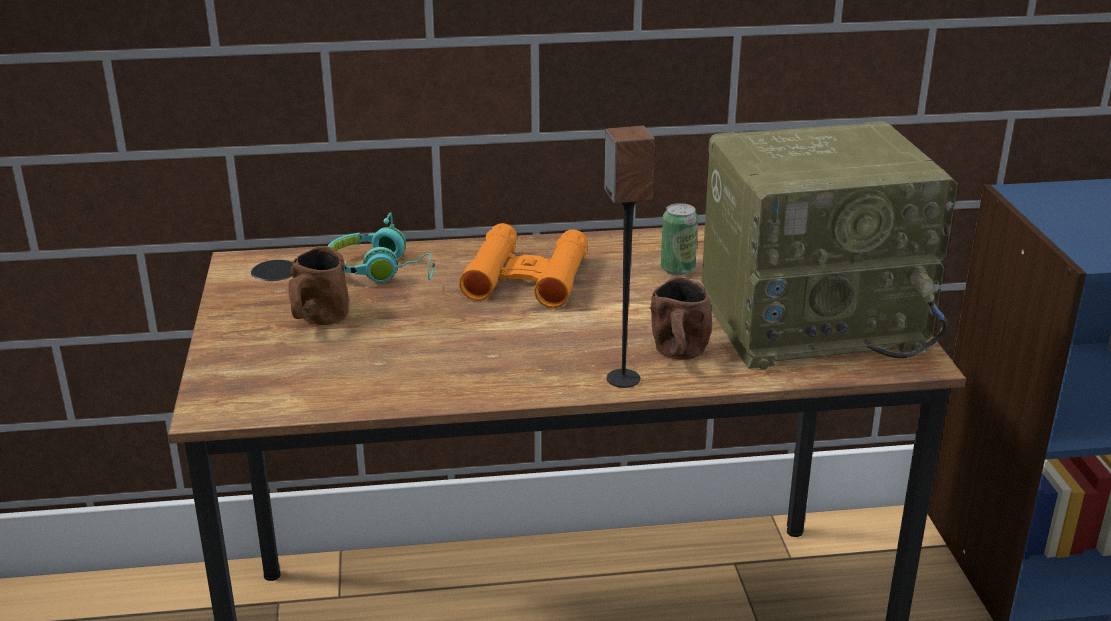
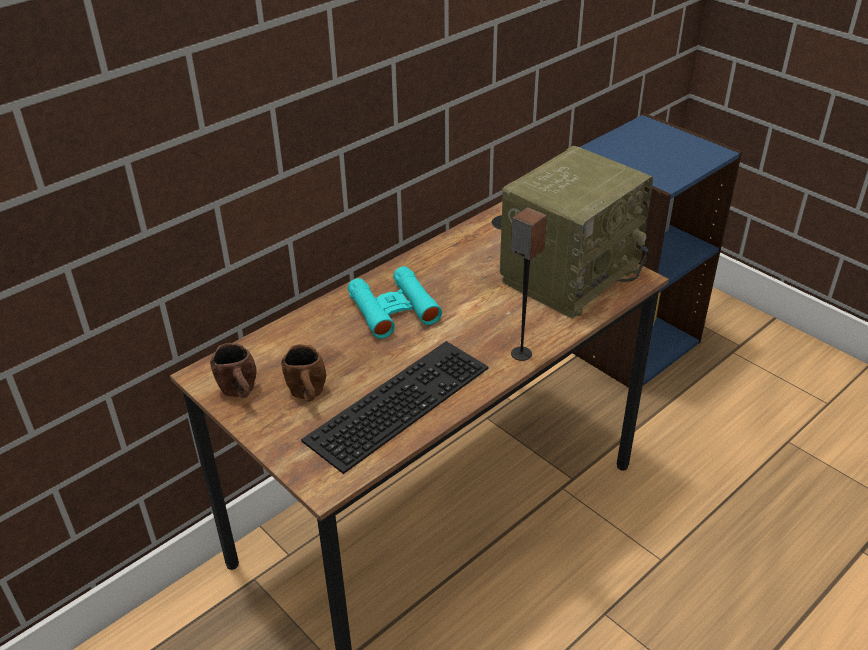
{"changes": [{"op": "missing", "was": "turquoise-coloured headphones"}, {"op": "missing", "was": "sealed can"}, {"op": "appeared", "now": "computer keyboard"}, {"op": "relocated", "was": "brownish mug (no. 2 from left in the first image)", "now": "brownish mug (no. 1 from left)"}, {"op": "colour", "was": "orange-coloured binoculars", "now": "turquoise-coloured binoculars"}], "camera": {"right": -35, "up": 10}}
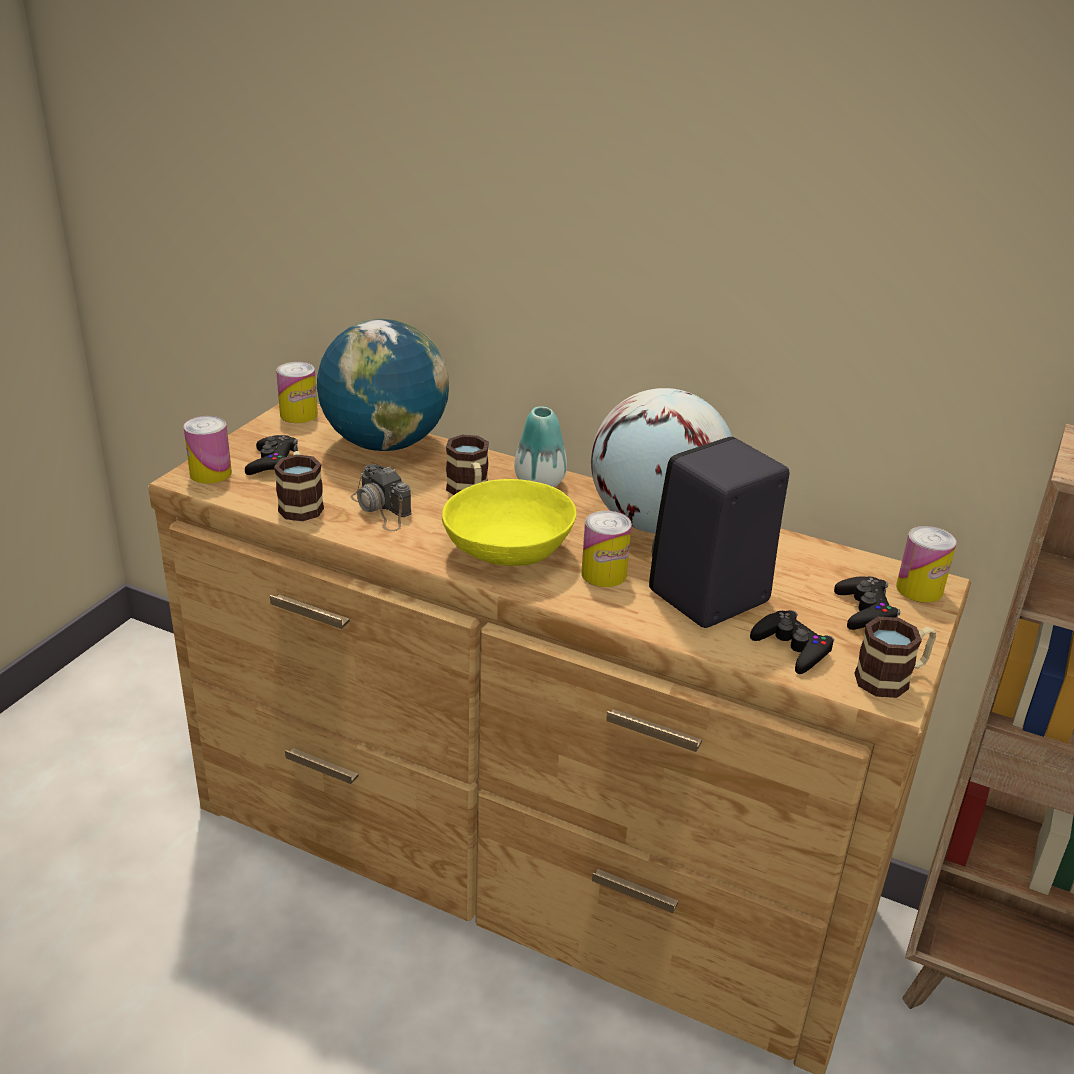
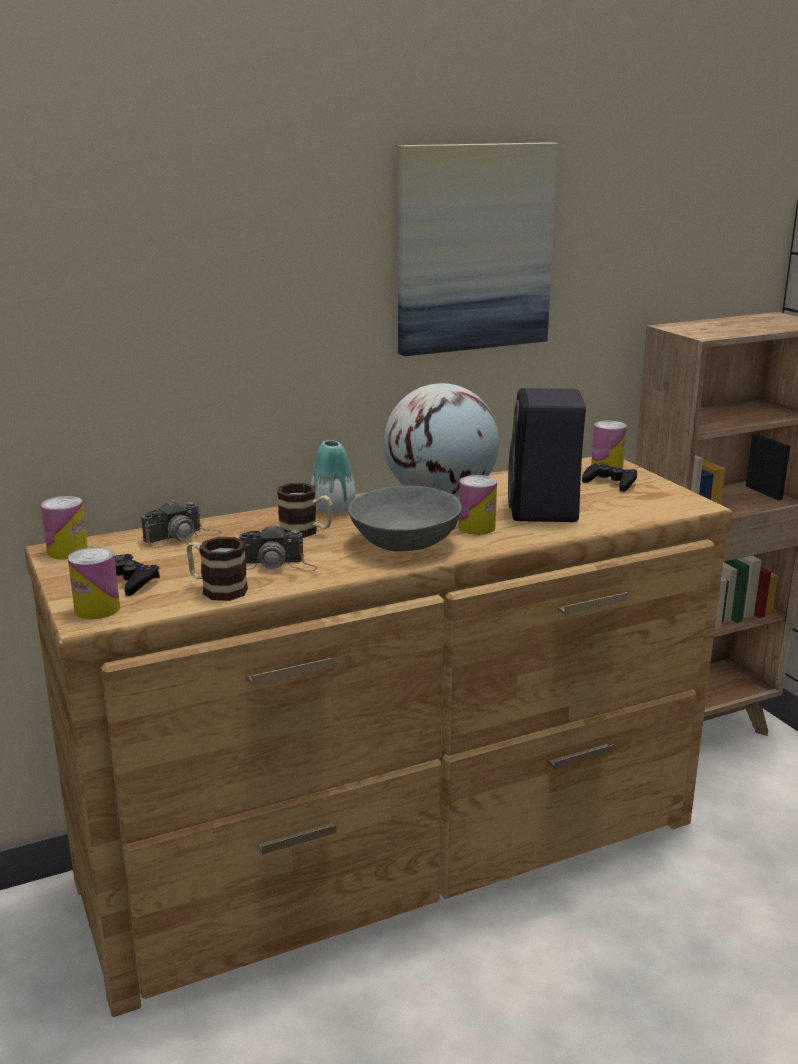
{"changes": [{"op": "missing", "was": "black-coloured gamepad (no. 2 from left)"}, {"op": "missing", "was": "mug (no. 3 from left)"}, {"op": "appeared", "now": "wall art"}, {"op": "exchanged", "was": "desk globe (no. 1 from left)", "now": "still camera (no. 1 from left)"}, {"op": "colour", "was": "yellowish deep dish", "now": "grey deep dish"}], "camera": {"right": -50, "up": -10}}
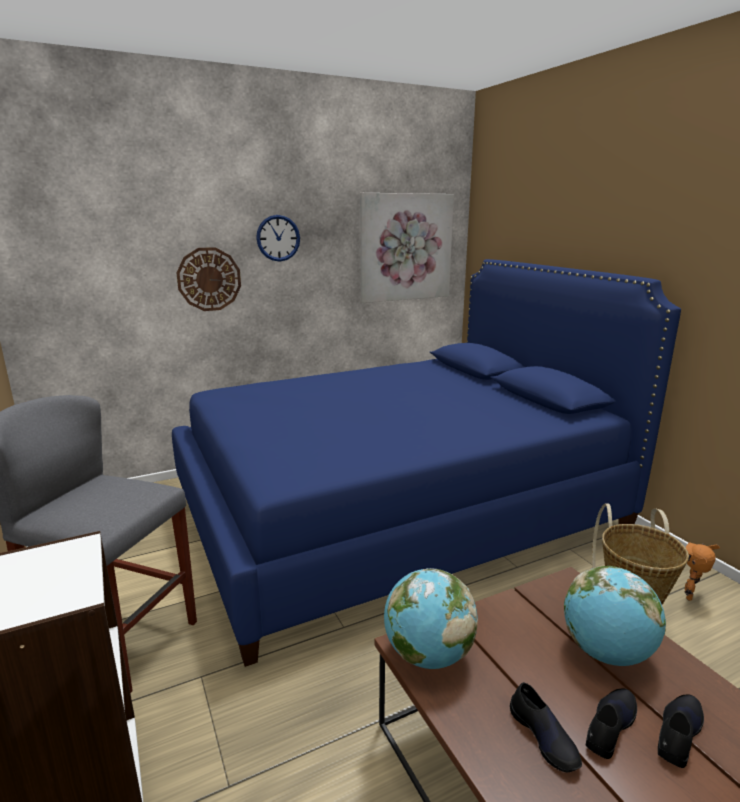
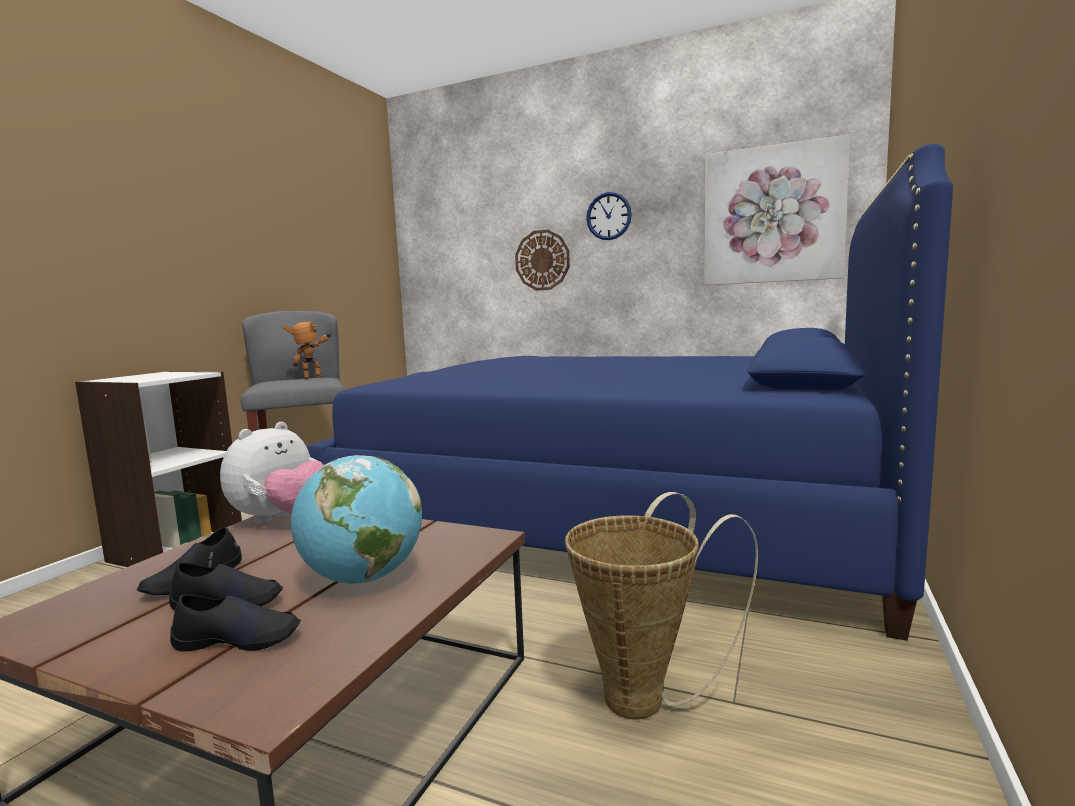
{"changes": [{"op": "relocated", "was": "model robot"}, {"op": "exchanged", "was": "desk globe (no. 1 from left)", "now": "cuddly toy"}], "camera": {"right": 50, "up": -10}}
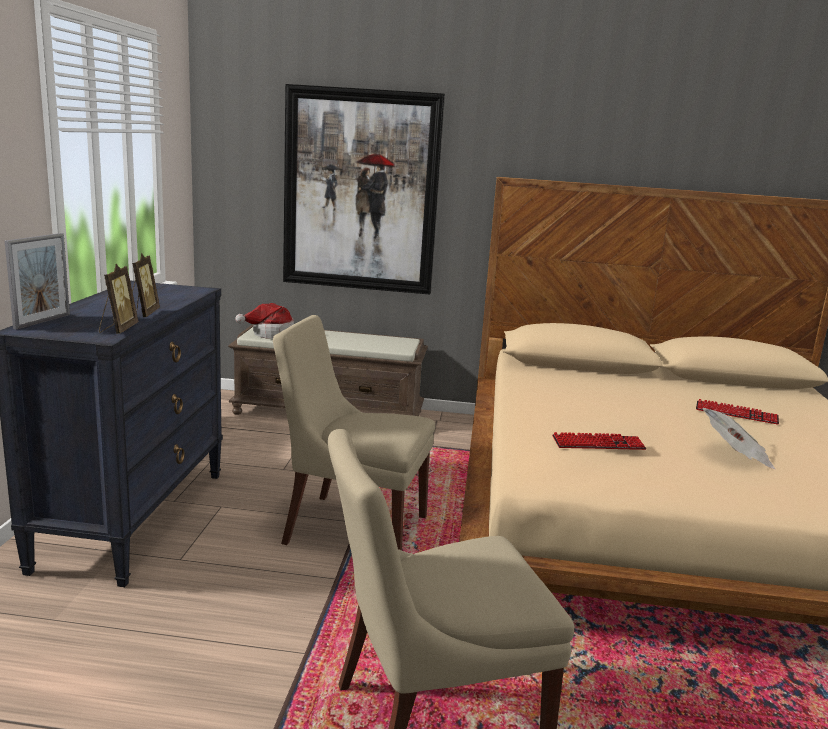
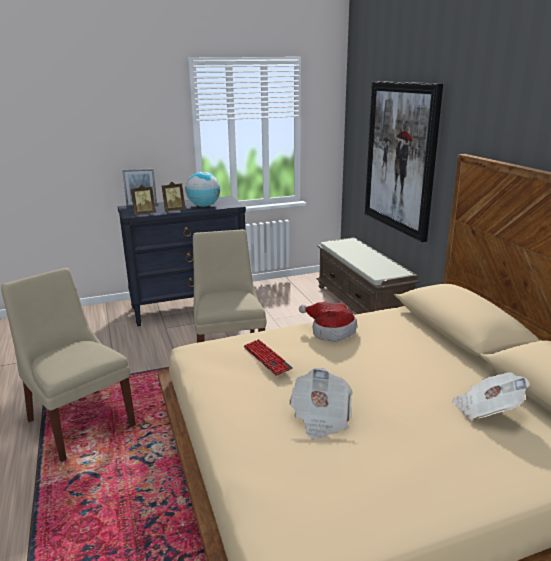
{"changes": [{"op": "missing", "was": "computer keyboard (no. 2 from left)"}, {"op": "appeared", "now": "desk globe"}, {"op": "appeared", "now": "daily paper (no. 2 from left)"}, {"op": "relocated", "was": "wearable hat"}], "camera": {"right": 65, "up": 5}}
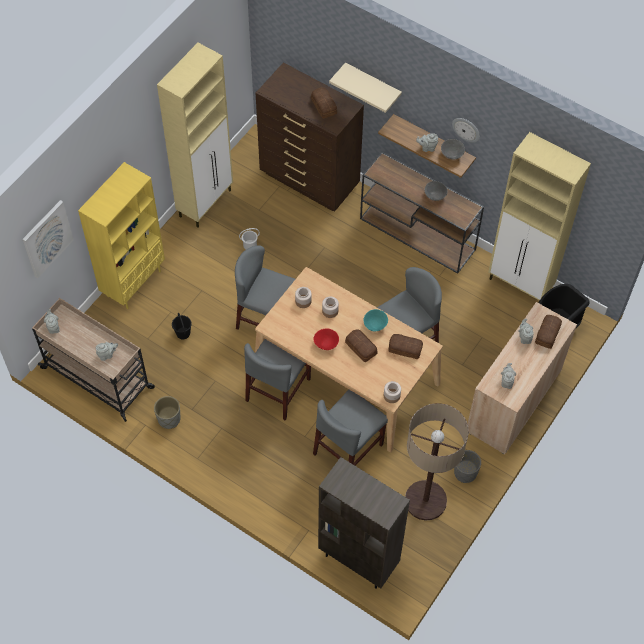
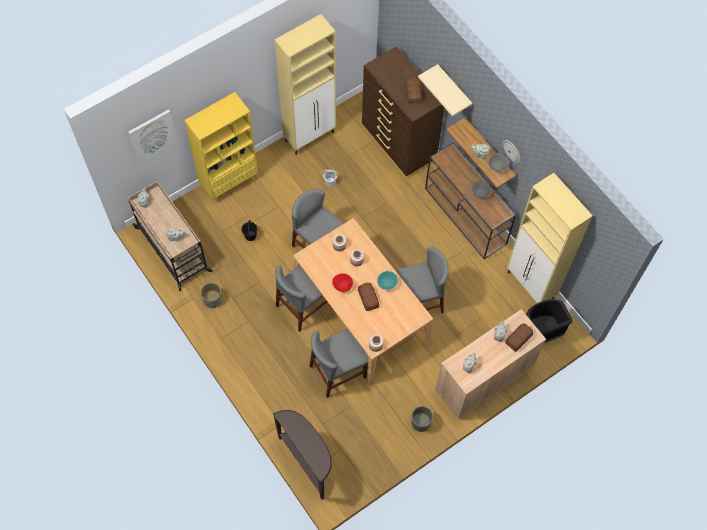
{"changes": [{"op": "missing", "was": "bread (no. 3 from left)"}, {"op": "missing", "was": "standing lamp"}, {"op": "exchanged", "was": "brownish bookshelf", "now": "brownish narrow table (no. 1 from left)"}], "camera": {"right": 20, "up": 5}}
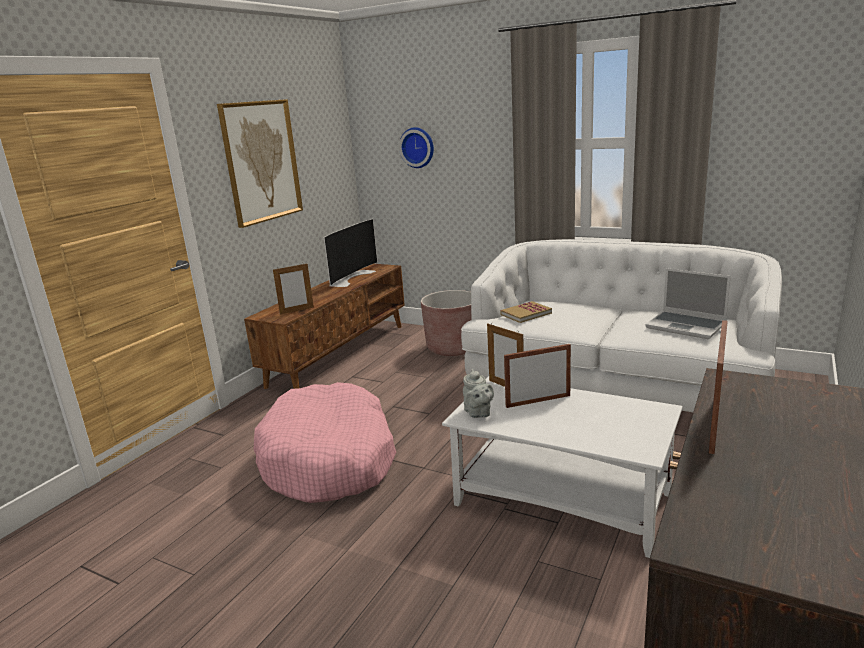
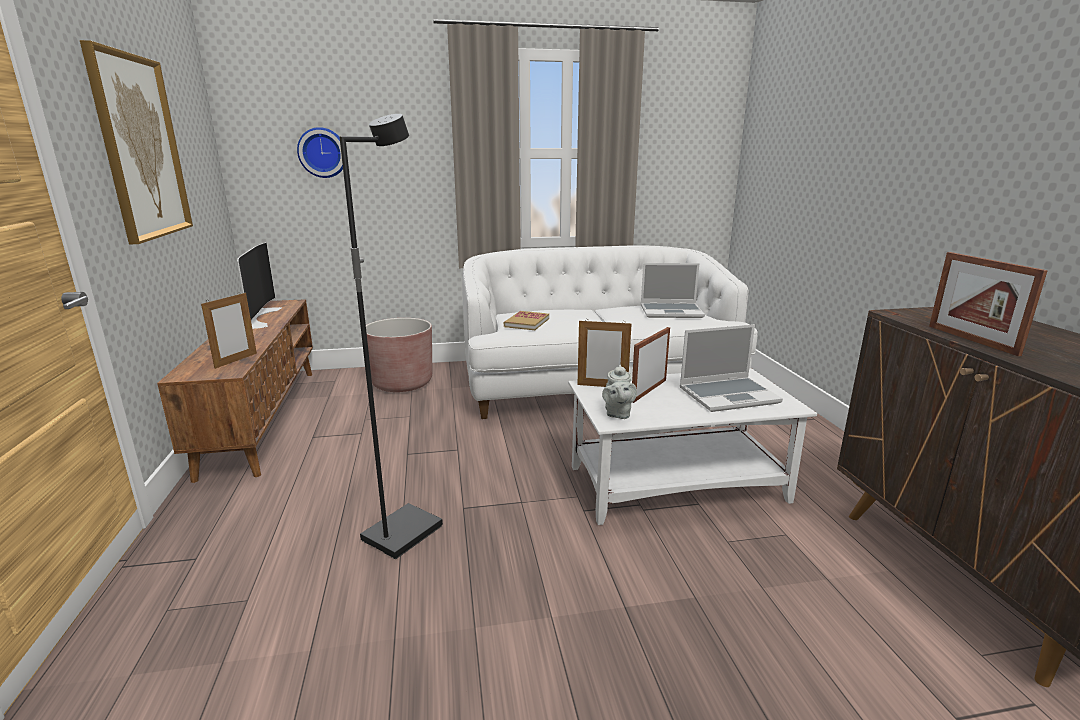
{"changes": [{"op": "appeared", "now": "laptop (no. 2 from left)"}, {"op": "exchanged", "was": "pink-coloured dog bed", "now": "black-coloured standing lamp"}, {"op": "spun", "was": "grey tea pot", "clockwise": 60}], "camera": {"right": -40, "up": 0}}
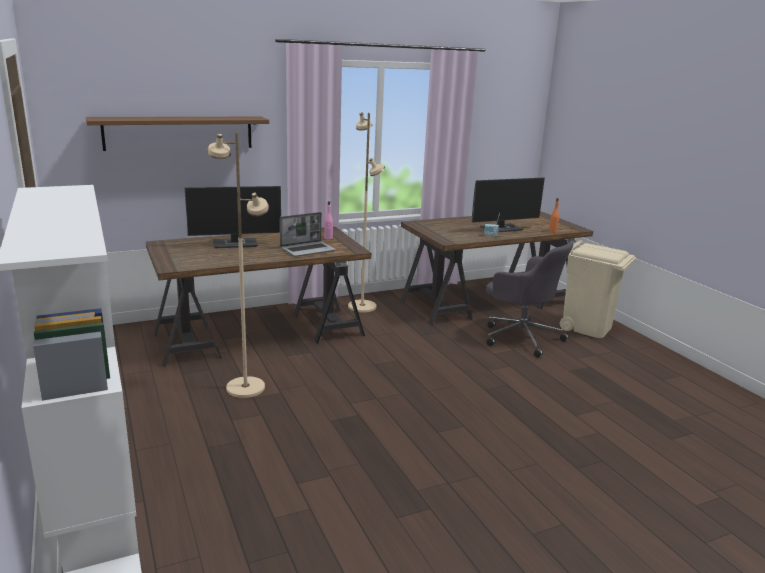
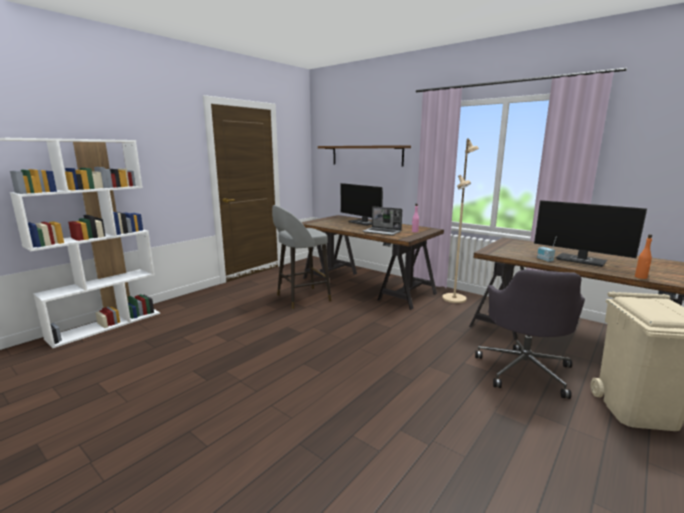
{"changes": [{"op": "exchanged", "was": "beige-coloured standing lamp (no. 1 from left)", "now": "grey sitting stool"}], "camera": {"right": 65, "up": -5}}
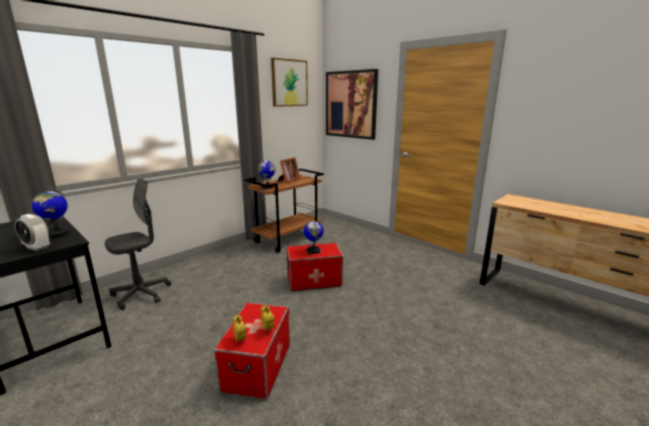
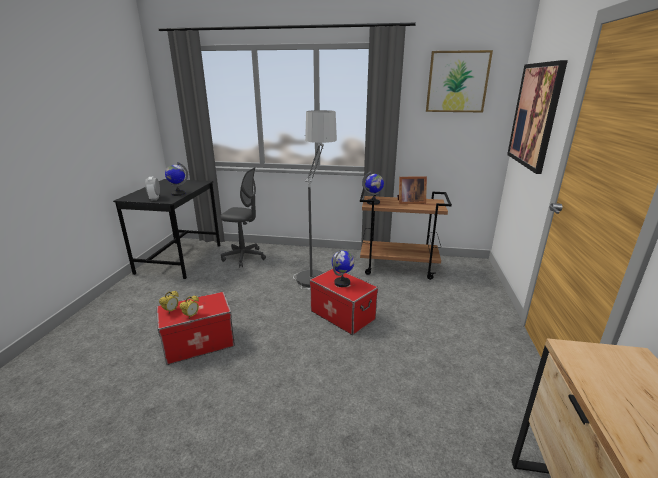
{"changes": [{"op": "appeared", "now": "standing lamp"}], "camera": {"right": 55, "up": 5}}
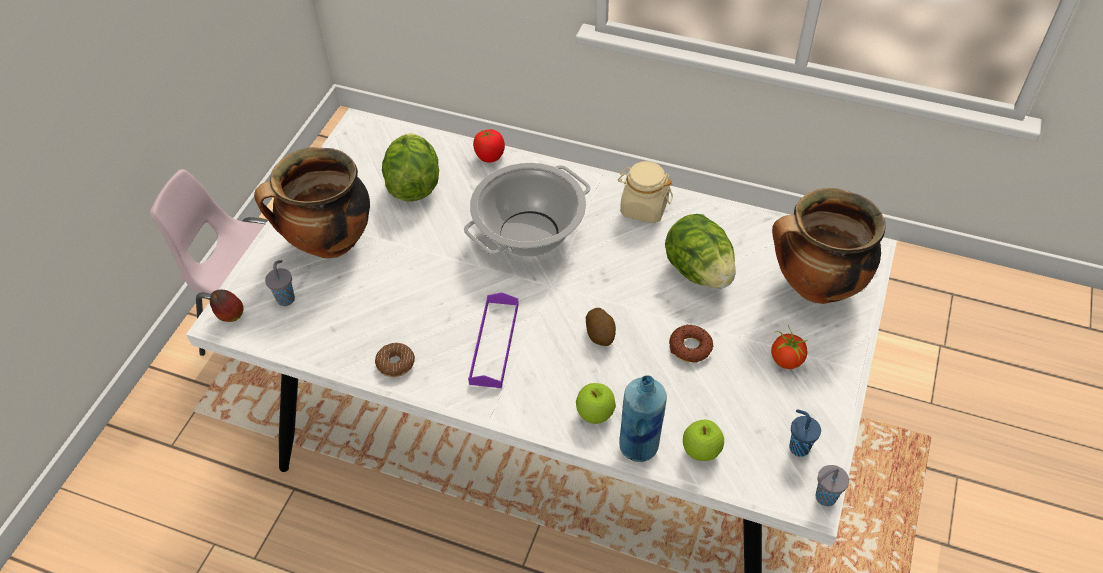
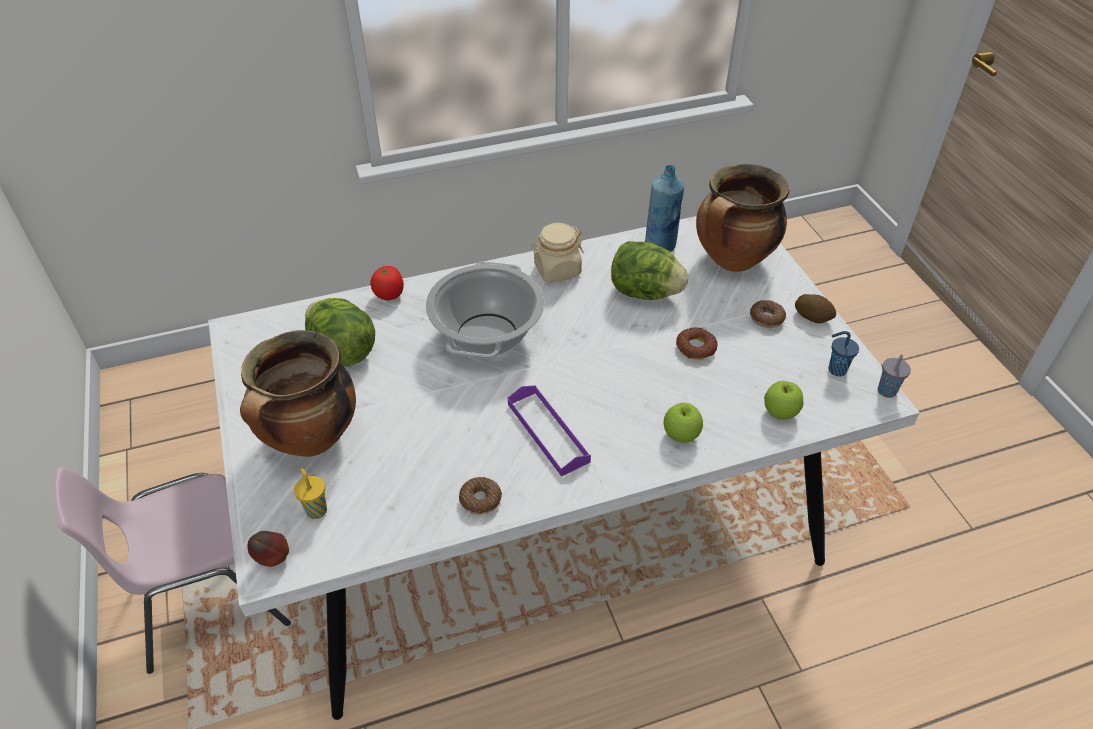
{"changes": [{"op": "relocated", "was": "potato"}, {"op": "relocated", "was": "blue-coloured bottle"}, {"op": "exchanged", "was": "fresh tomato (no. 2 from left)", "now": "donut (no. 3 from left)"}, {"op": "colour", "was": "grey cup (no. 1 from left)", "now": "yellowish cup"}], "camera": {"right": -40, "up": -5}}
